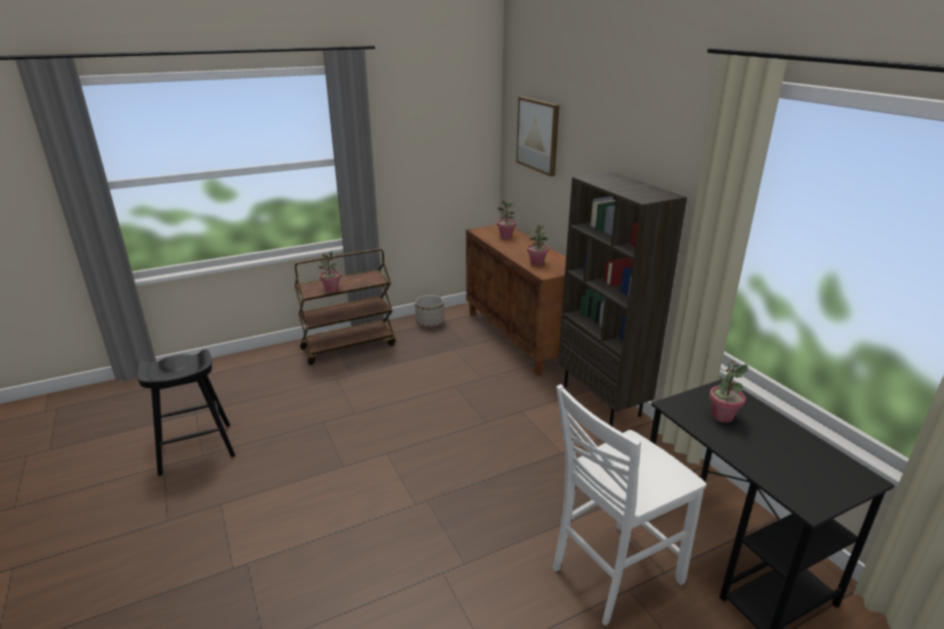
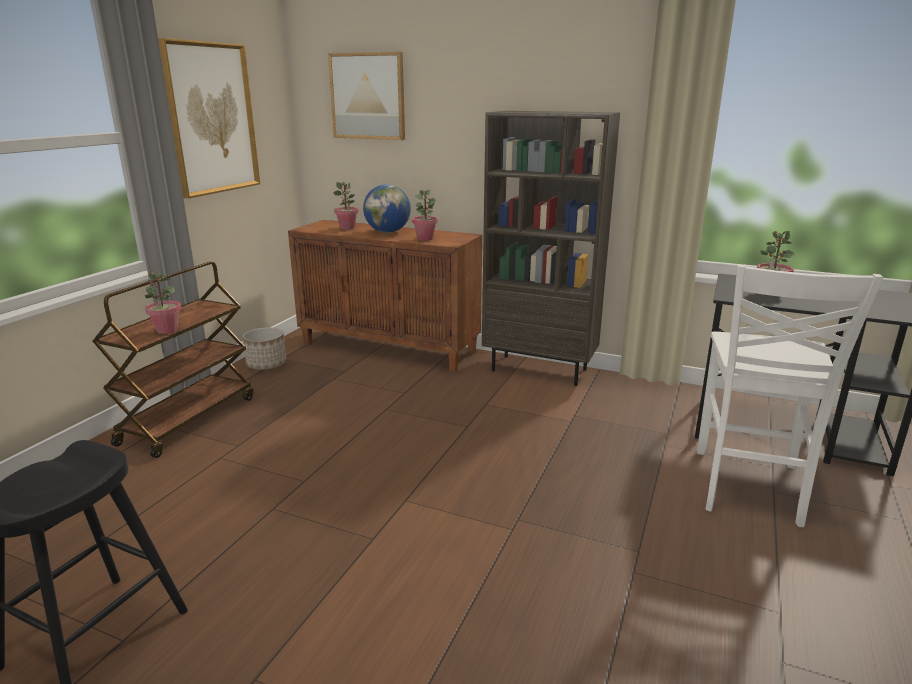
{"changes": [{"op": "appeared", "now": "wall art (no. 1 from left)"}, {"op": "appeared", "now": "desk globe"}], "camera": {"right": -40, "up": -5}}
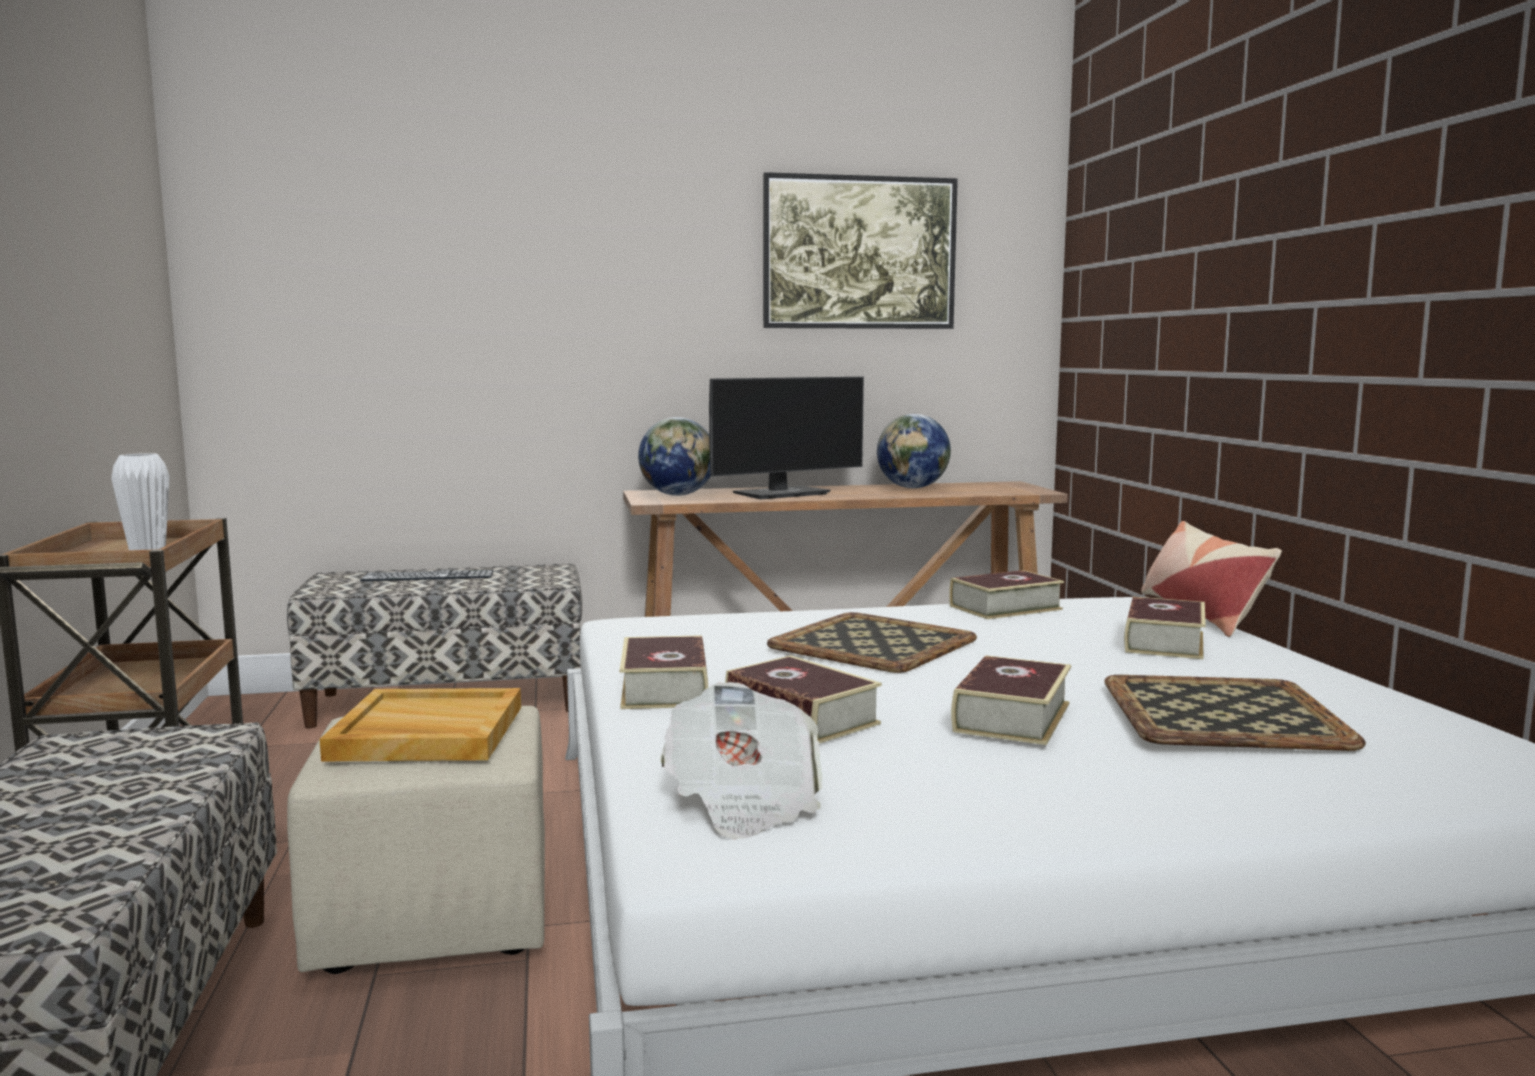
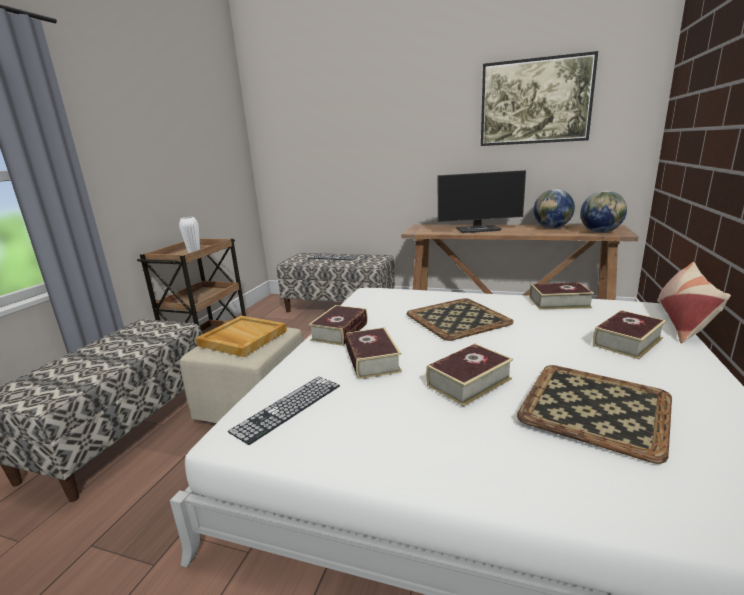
{"changes": [{"op": "relocated", "was": "desk globe (no. 1 from left in the first image)", "now": "desk globe (no. 2 from left)"}, {"op": "exchanged", "was": "daily paper", "now": "computer keyboard (no. 1 from left)"}], "camera": {"right": 30, "up": 10}}
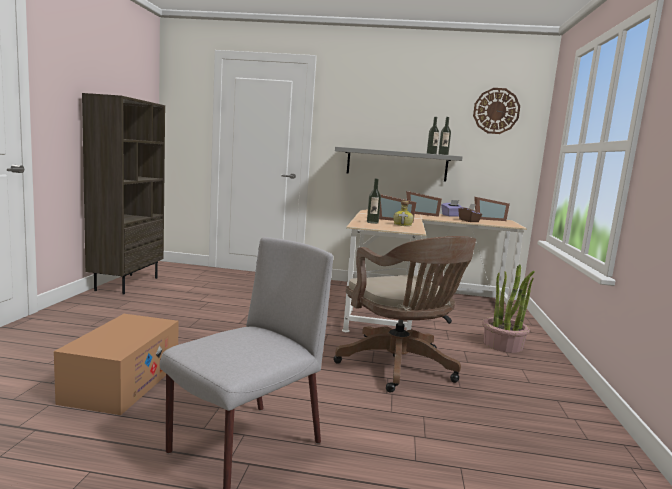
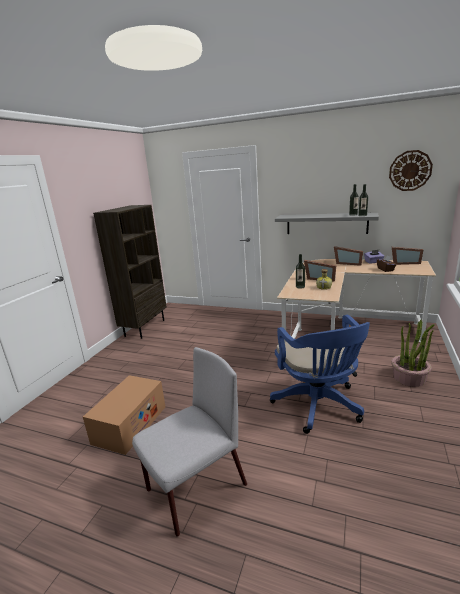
{"changes": [{"op": "colour", "was": "brownish office chair", "now": "blue-coloured office chair"}], "camera": {"right": 15, "up": 10}}
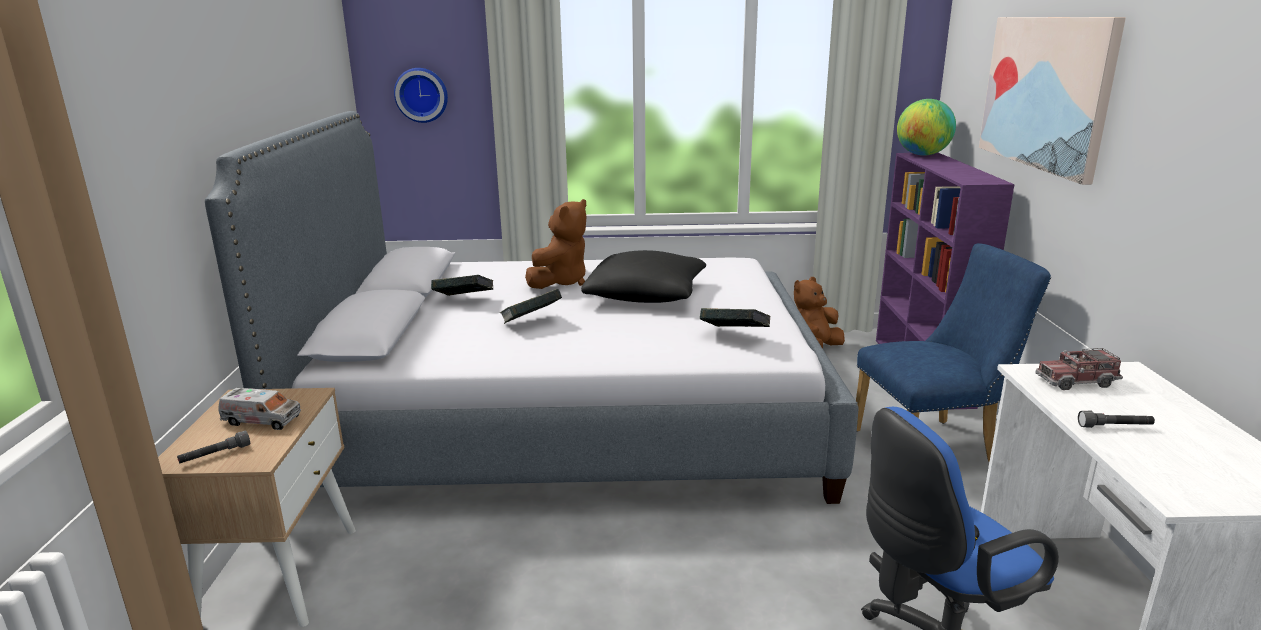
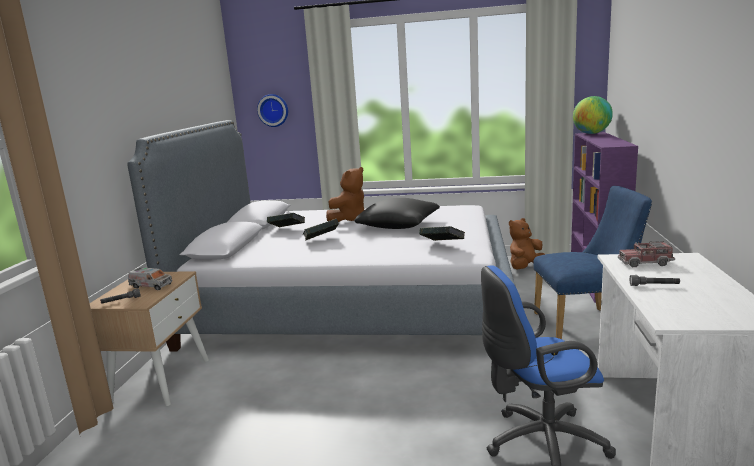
{"changes": [{"op": "missing", "was": "wall art"}], "camera": {"right": 10, "up": -5}}
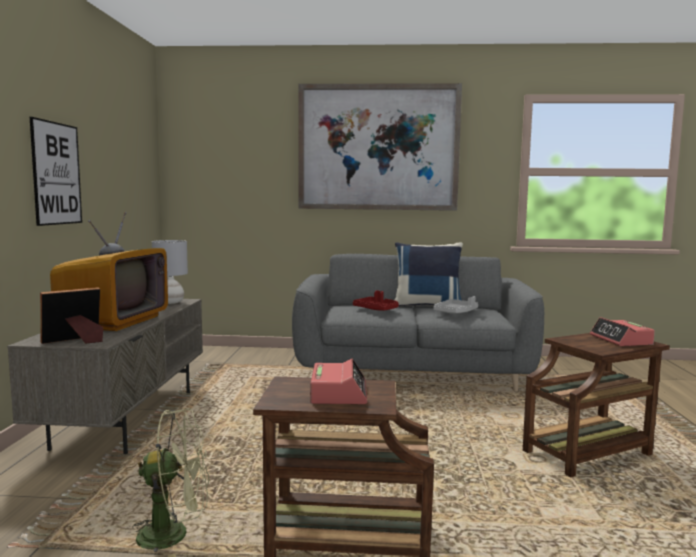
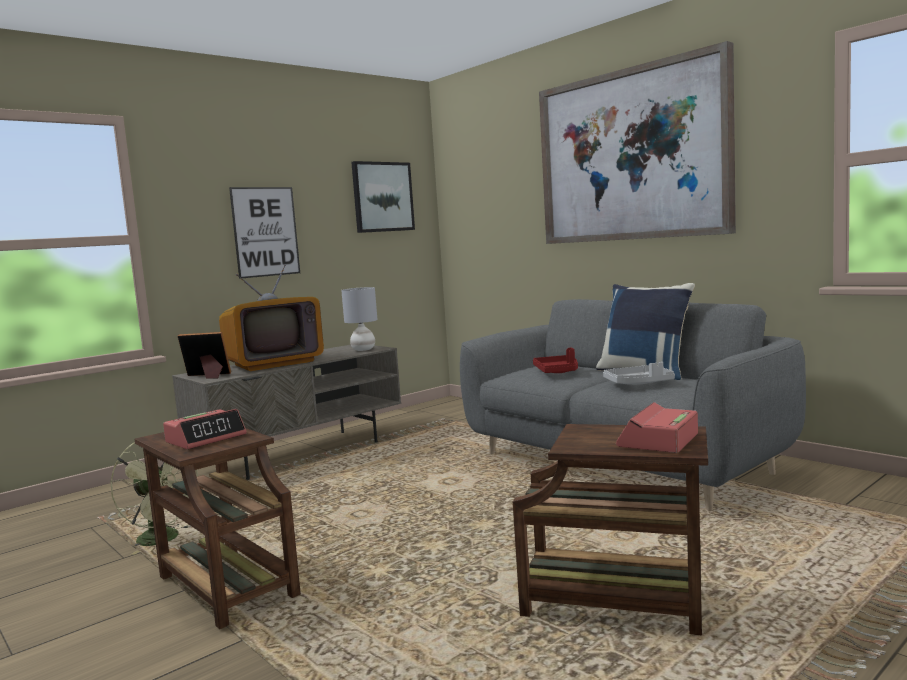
{"changes": [{"op": "appeared", "now": "wall art (no. 2 from left)"}], "camera": {"right": 45, "up": 0}}
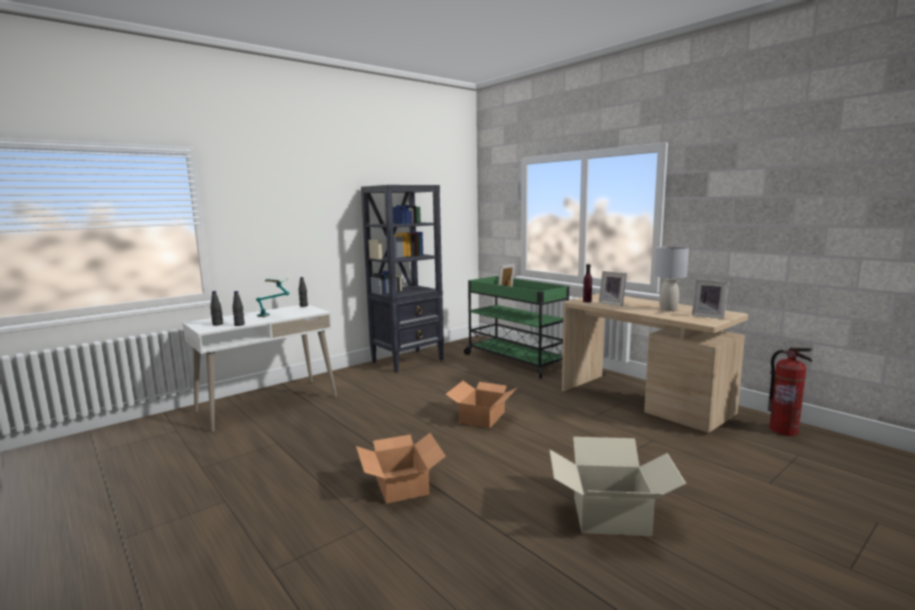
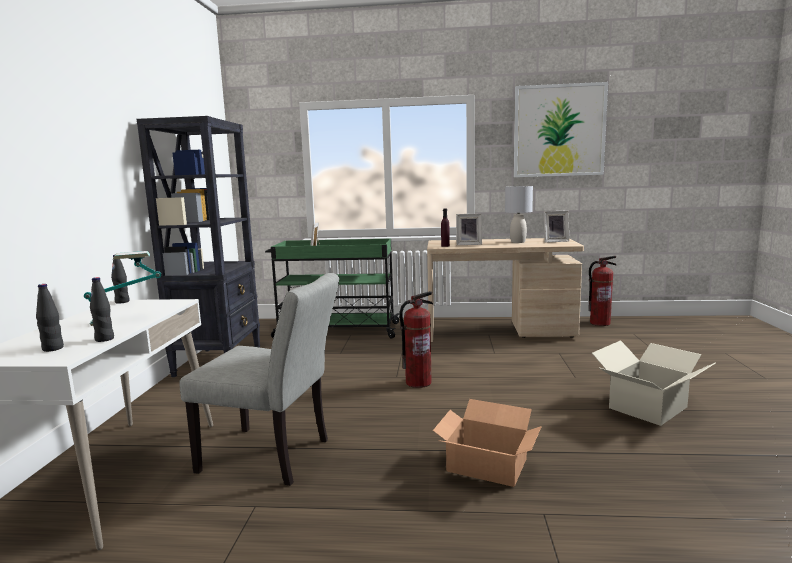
{"changes": [{"op": "appeared", "now": "grey upright chair"}, {"op": "appeared", "now": "wall art"}, {"op": "exchanged", "was": "packing box (no. 2 from left)", "now": "fire extinguisher (no. 1 from left)"}], "camera": {"right": -45, "up": 0}}
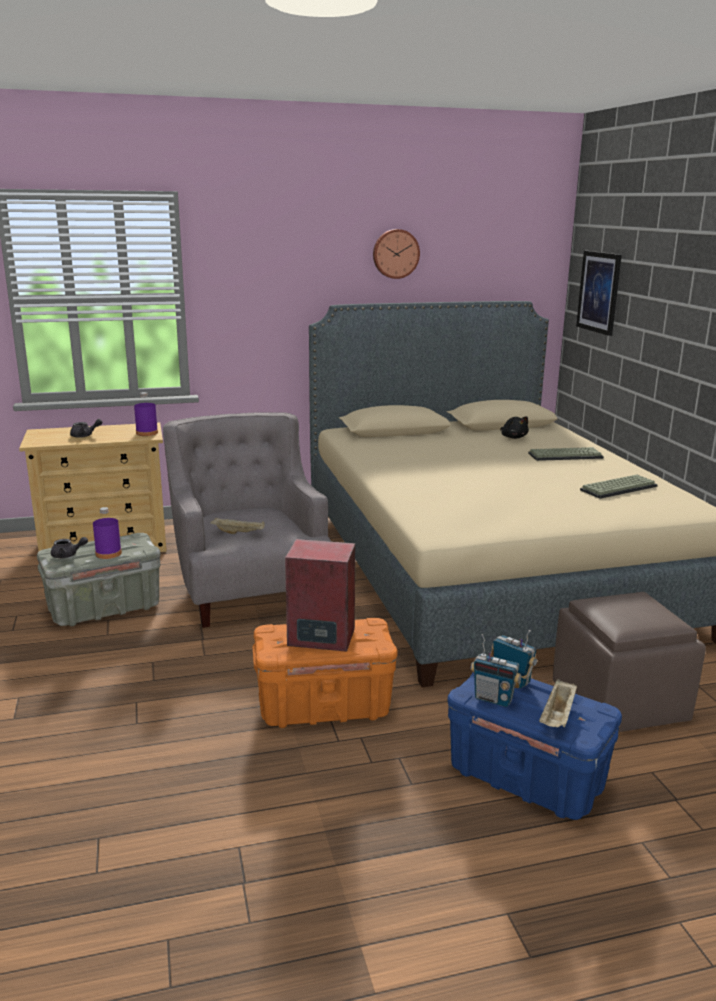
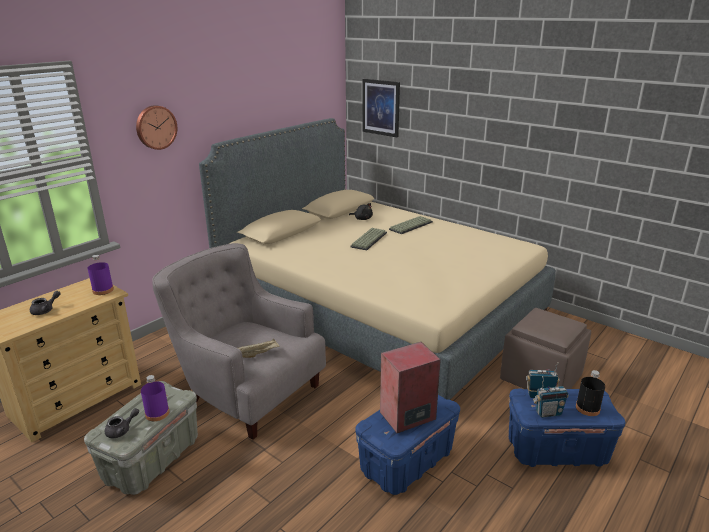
{"changes": [{"op": "relocated", "was": "wall clock"}, {"op": "relocated", "was": "computer keyboard (no. 2 from left in the first image)", "now": "computer keyboard (no. 1 from left)"}, {"op": "exchanged", "was": "beige-coloured serving tray (no. 2 from left)", "now": "black-coloured bottle"}, {"op": "colour", "was": "orange-coloured storage container", "now": "blue-coloured storage container (no. 1 from left)"}], "camera": {"right": -35, "up": 5}}
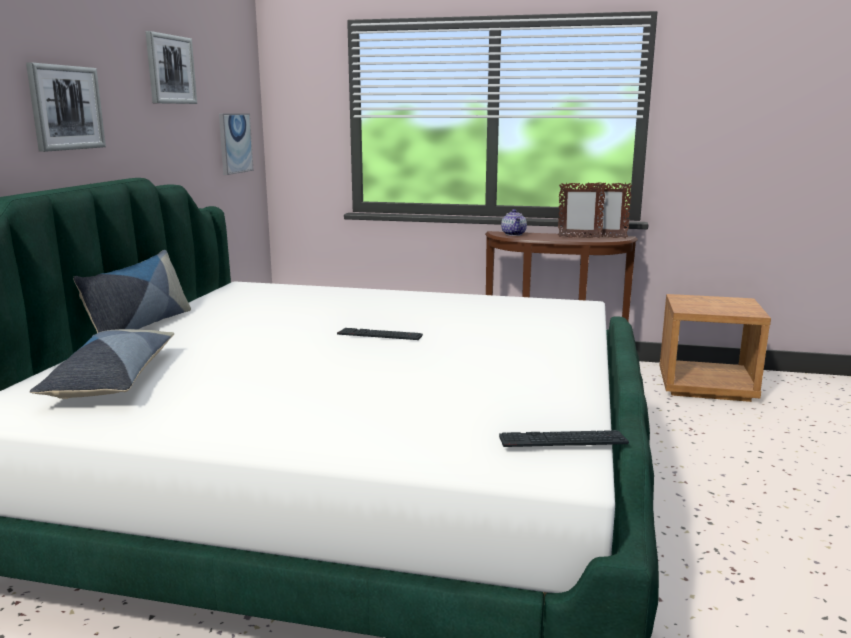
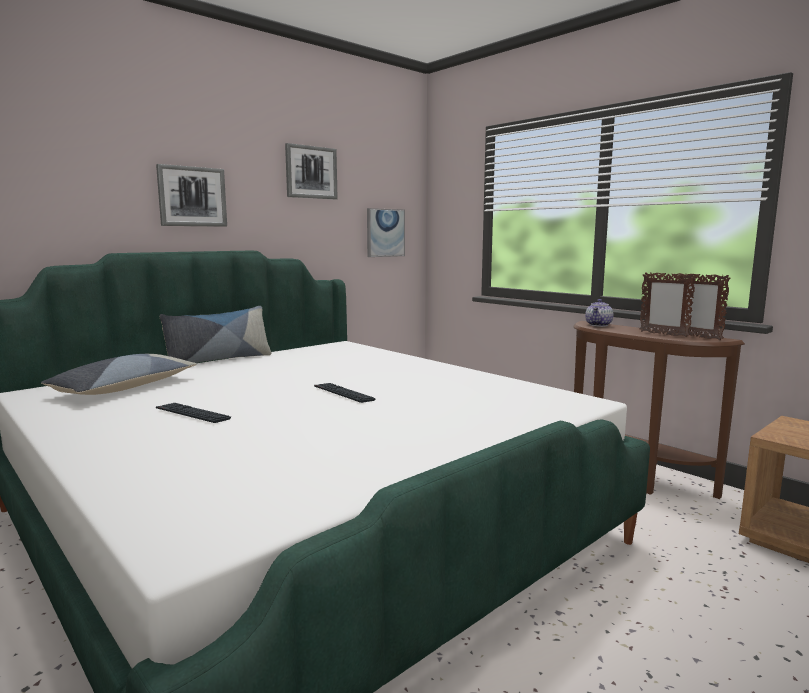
{"changes": [{"op": "relocated", "was": "computer keyboard (no. 2 from left in the first image)", "now": "computer keyboard (no. 1 from left)"}], "camera": {"right": 35, "up": -5}}
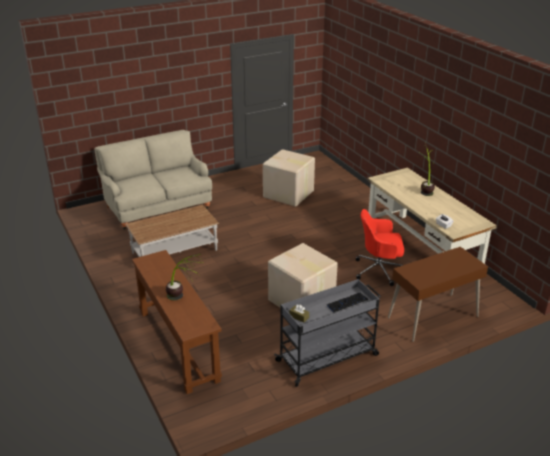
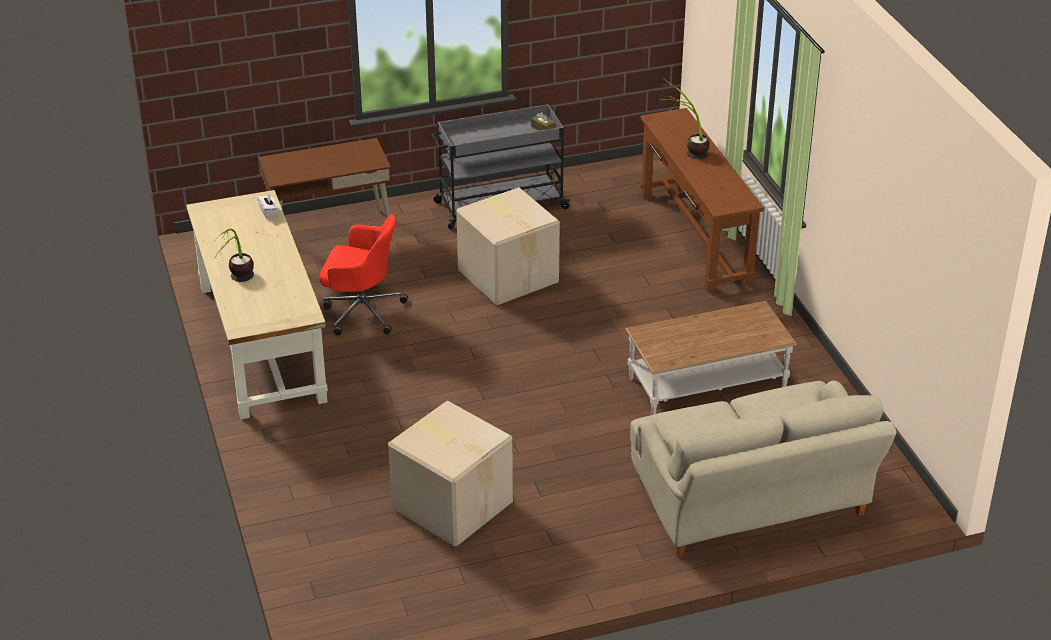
{"changes": [{"op": "missing", "was": "computer keyboard"}], "camera": {"right": -170, "up": 5}}
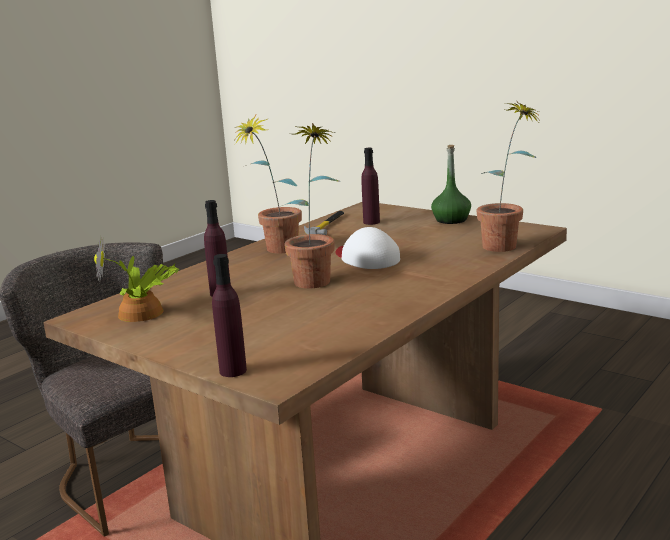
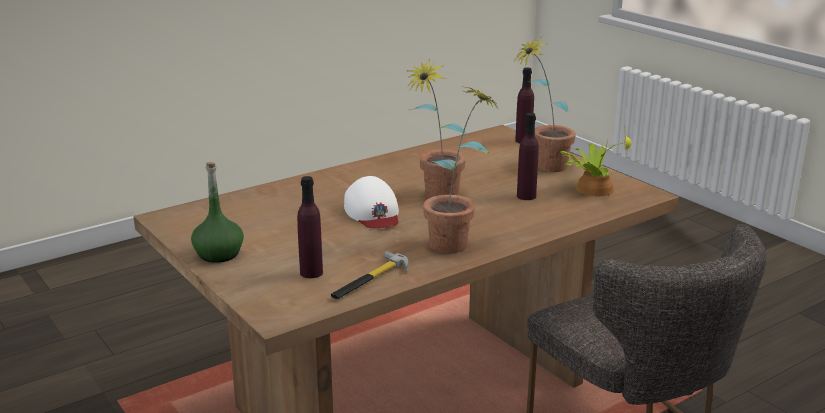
{"changes": [{"op": "relocated", "was": "potted plant (no. 4 from left in the first image)", "now": "potted plant (no. 3 from left)"}], "camera": {"right": -165, "up": 5}}
